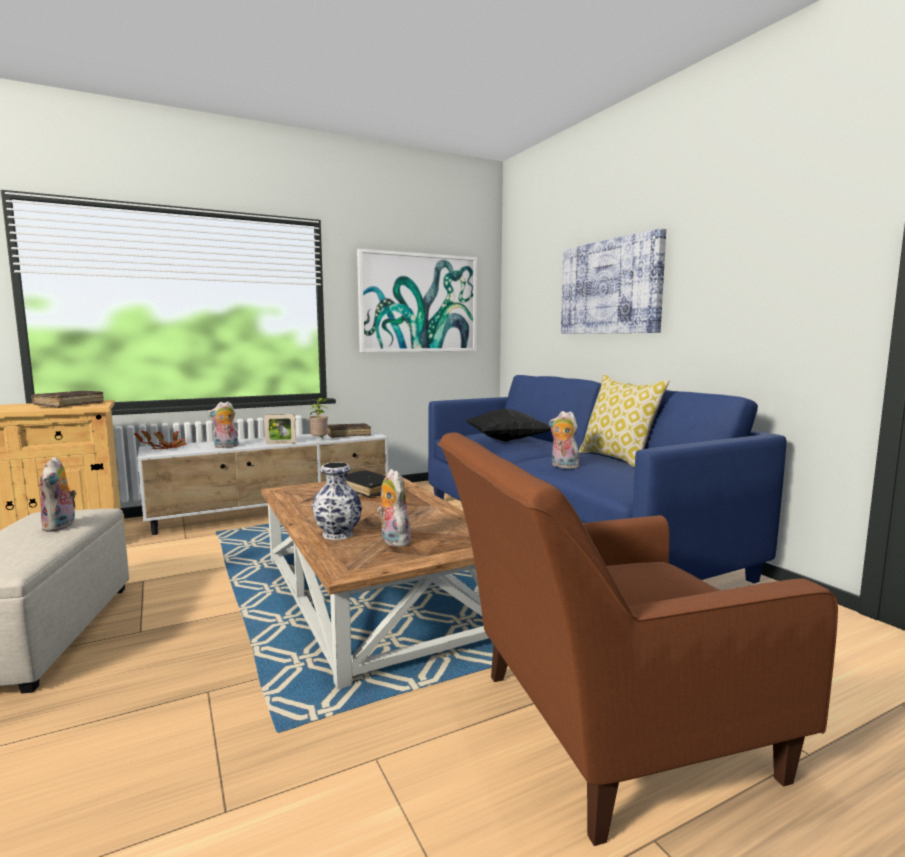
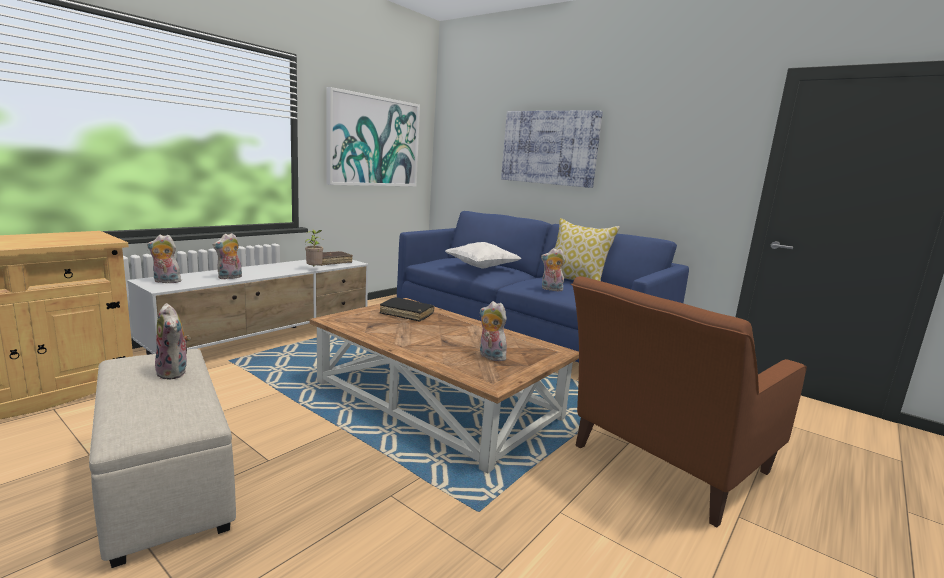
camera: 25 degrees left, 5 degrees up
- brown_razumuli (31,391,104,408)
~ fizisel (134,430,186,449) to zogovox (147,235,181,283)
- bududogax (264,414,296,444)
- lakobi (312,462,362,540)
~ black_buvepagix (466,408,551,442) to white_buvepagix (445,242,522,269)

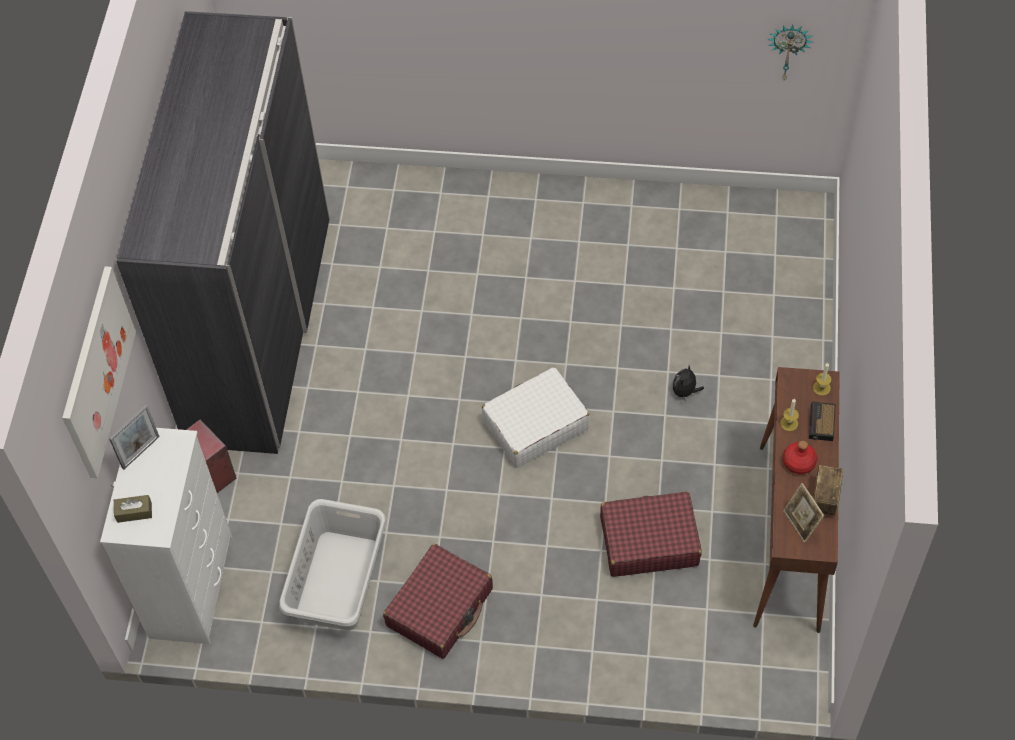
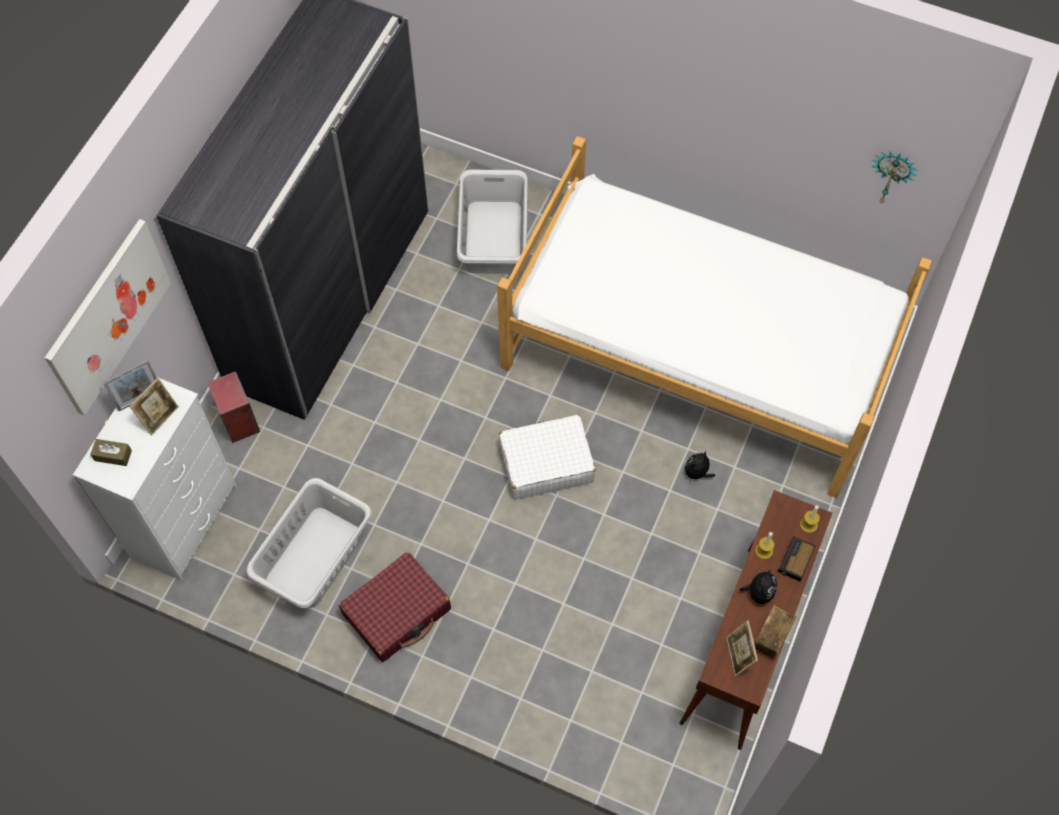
camera: 15 degrees right, 5 degrees up
- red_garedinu (600,491,702,577)
~ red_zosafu (783,441,817,474) to zogovox (740,569,777,604)
+ bududogax (129,378,179,435)
+ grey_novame (457,170,528,274)
+ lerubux (497,136,932,498)

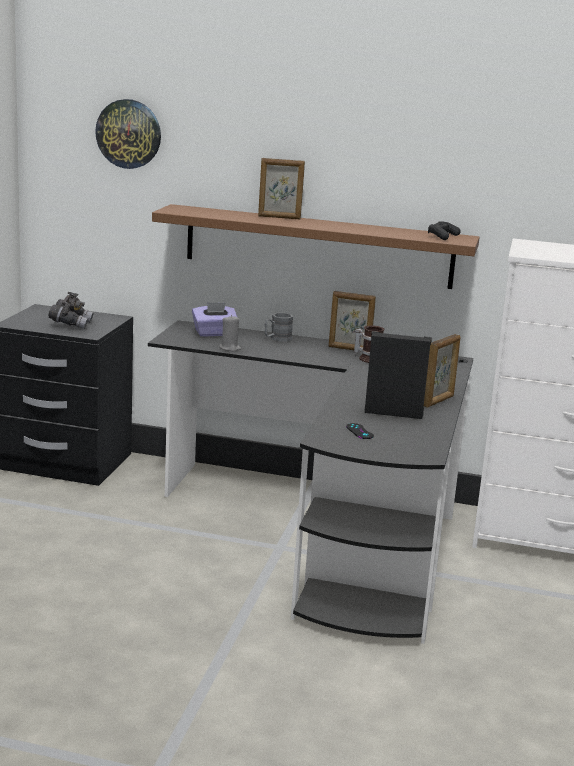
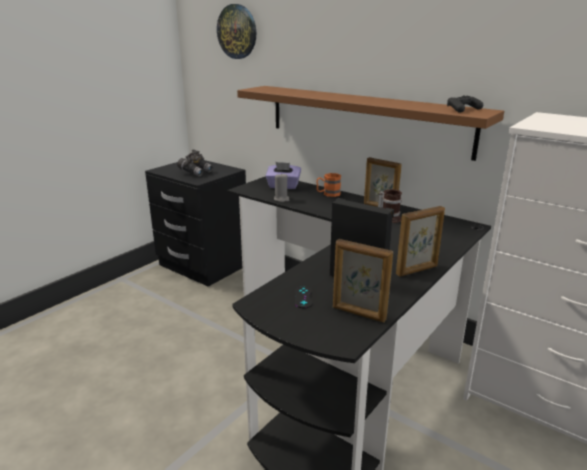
camera: 25 degrees right, 5 degrees up
~ bududogax (258,158,305,219) to (333,239,393,323)
~ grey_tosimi (265,313,293,341) to orange_tosimi (316,173,341,197)

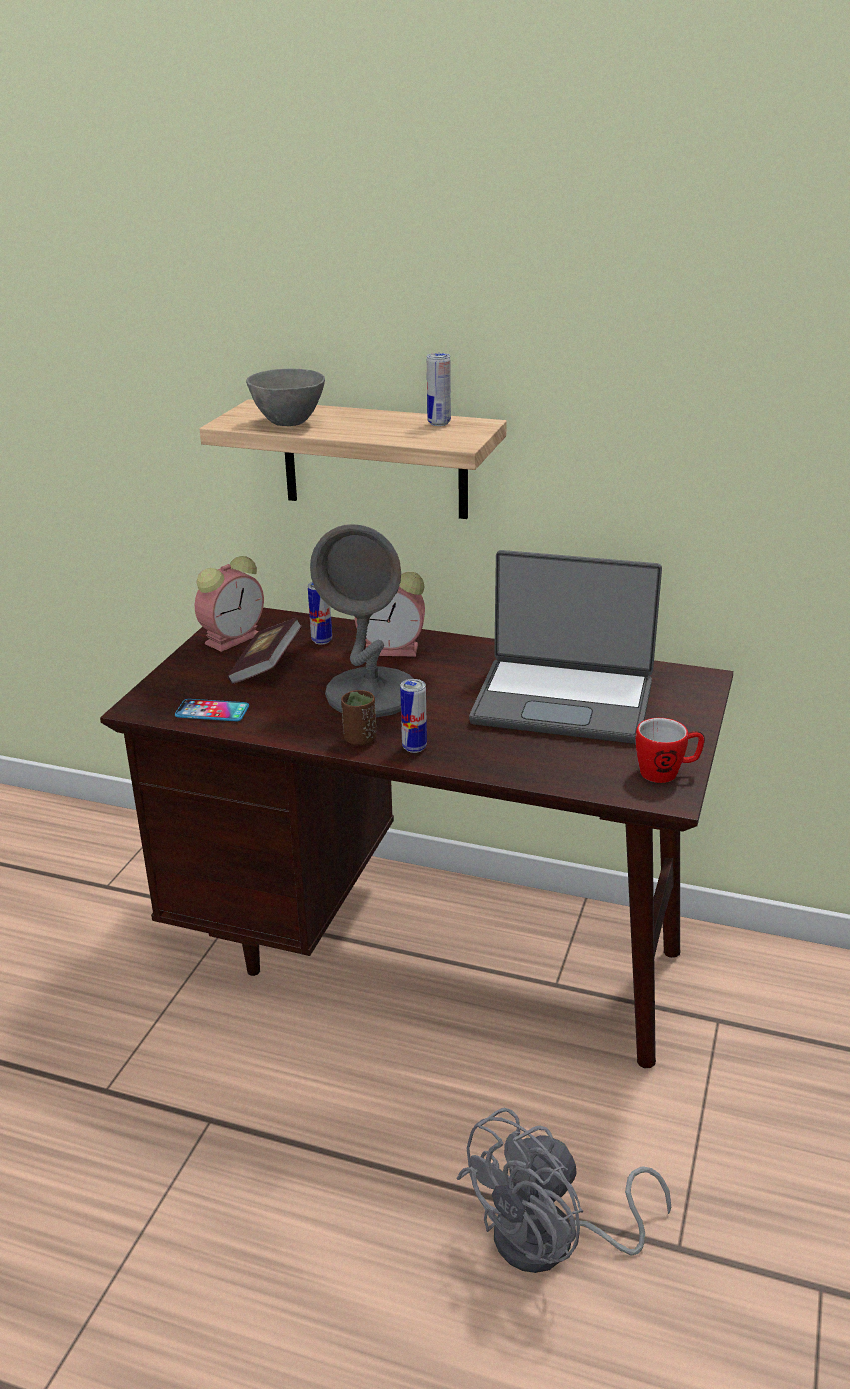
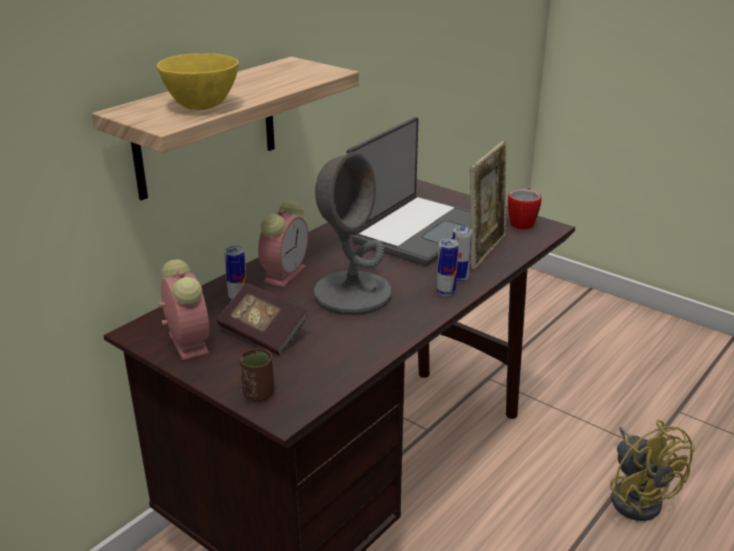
camera: 70 degrees left, 0 degrees up
- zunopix (175,699,249,721)
~ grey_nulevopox (246,369,325,426) to yellow_nulevopox (157,53,239,110)
~ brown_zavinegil (341,690,377,746) to (240,348,274,402)
~ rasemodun (427,353,451,426) to (453,226,472,283)
~ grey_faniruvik (456,1108,671,1273) to yellow_faniruvik (610,420,695,521)
+ bududogax (470,140,507,270)

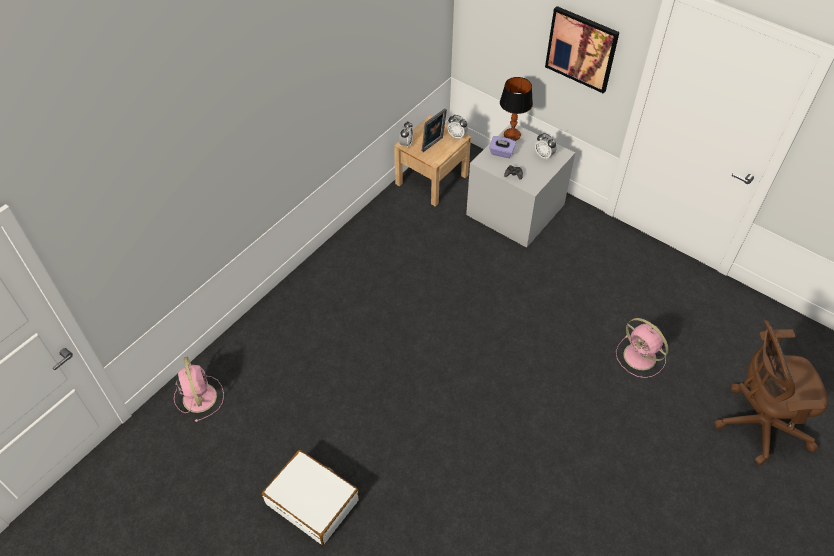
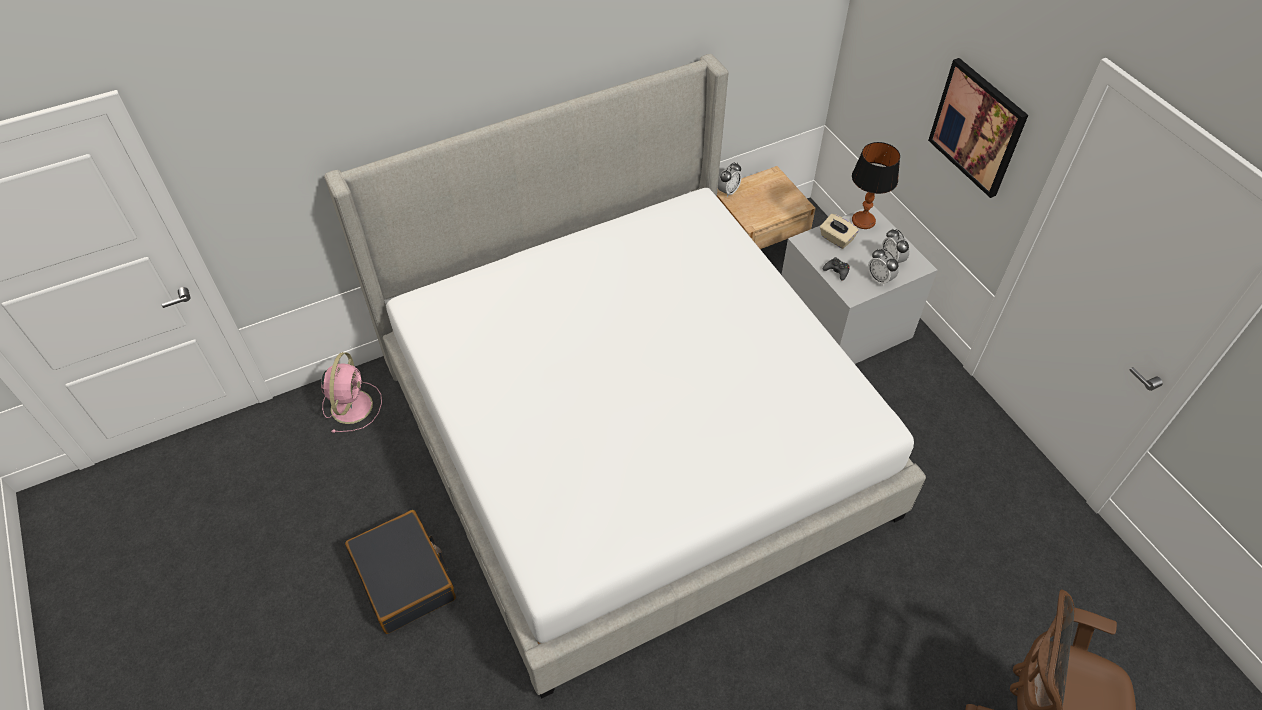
camera: 25 degrees right, 0 degrees up
~ white_garedinu (262,450,359,545) to black_garedinu (345,510,456,634)
- bududogax (422,109,447,152)
~ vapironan (447,115,468,139) to (868,249,899,286)
~ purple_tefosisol (489,136,516,158) to beige_tefosisol (820,214,859,249)
- pink_faniruvik (616,318,668,378)
+ lerubux (324,54,926,699)

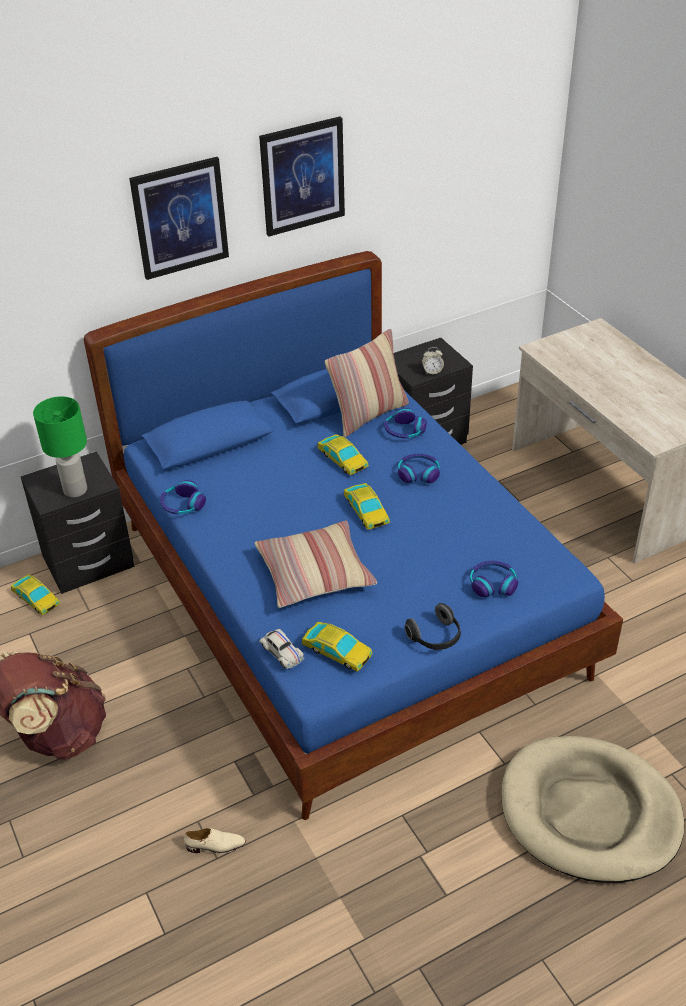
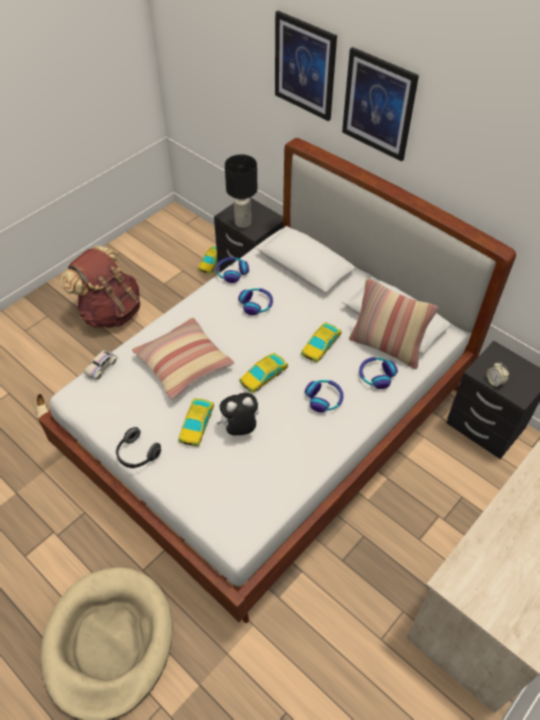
camera: 70 degrees right, 10 degrees up
~ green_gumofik (33,396,87,498) to black_gumofik (225,154,257,228)
~ blue_lerubux (84,251,623,820) to white_lerubux (38,138,516,623)
~ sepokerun (259,117,345,237) to (275,11,337,121)
~ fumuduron (302,622,373,672) to (178,398,214,447)
~ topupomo (470,561,518,597) to (238,288,273,315)
+ zogovox (216,393,259,435)

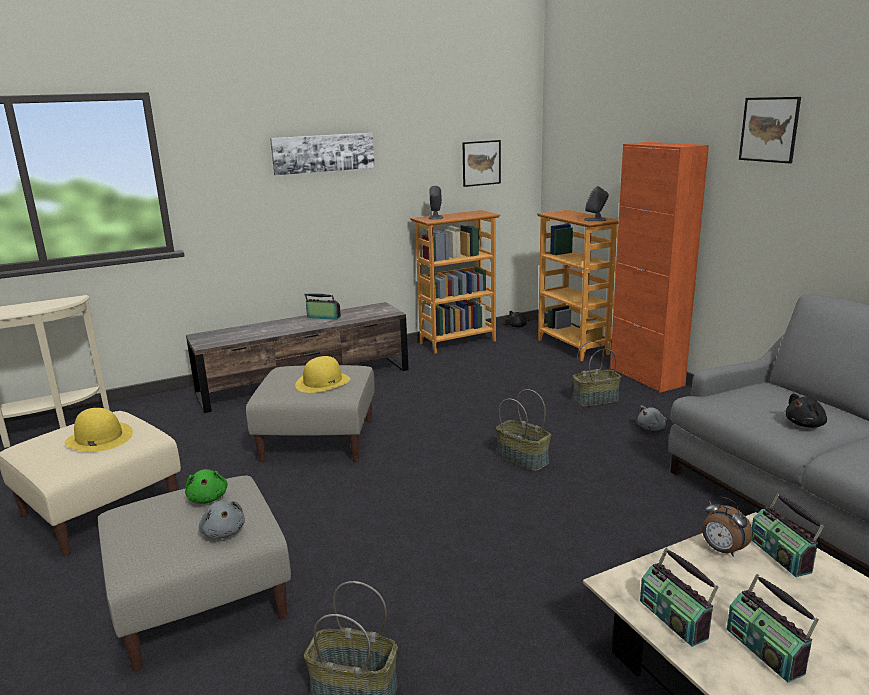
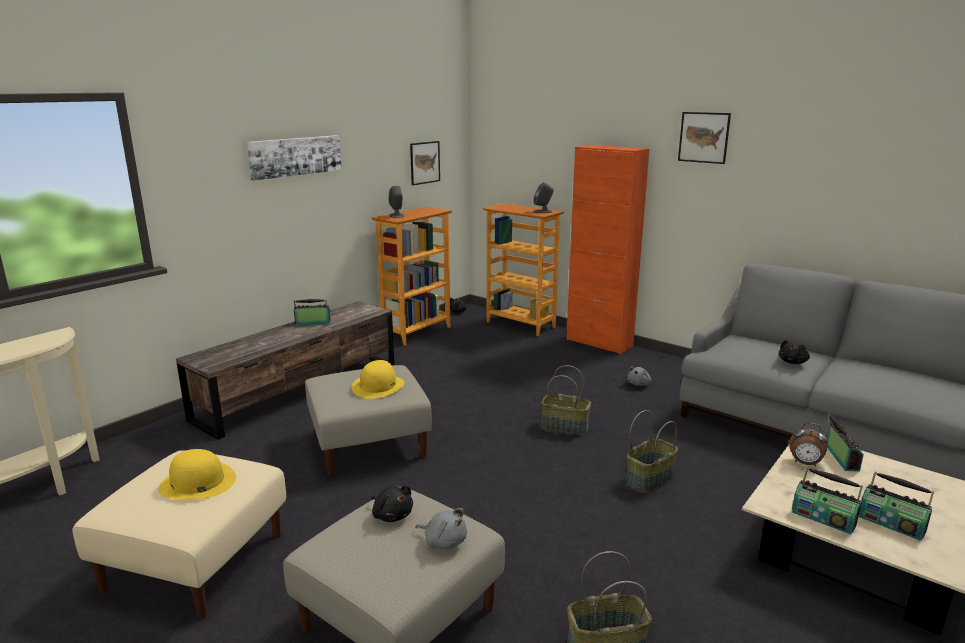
camera: 25 degrees left, 0 degrees up
~ green_zogovox (185,469,228,504) to black_zogovox (372,486,413,522)
~ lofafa (573,341,621,407) to (626,410,678,493)
~ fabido (752,493,824,577) = (827,414,864,472) 135 degrees counterclockwise

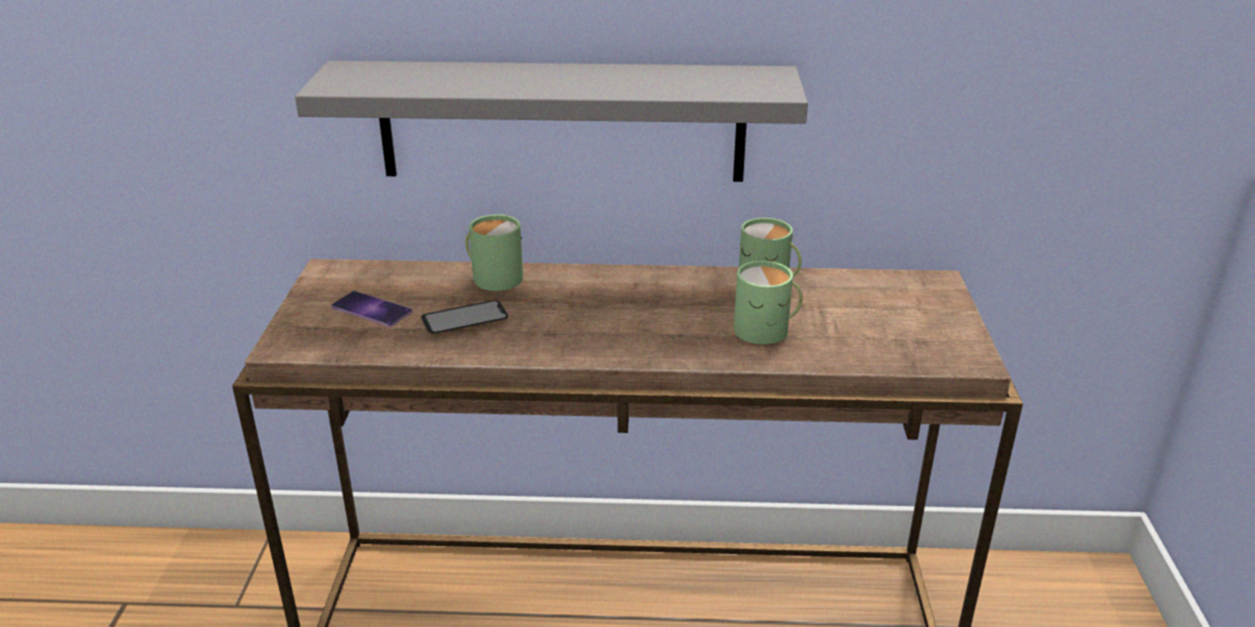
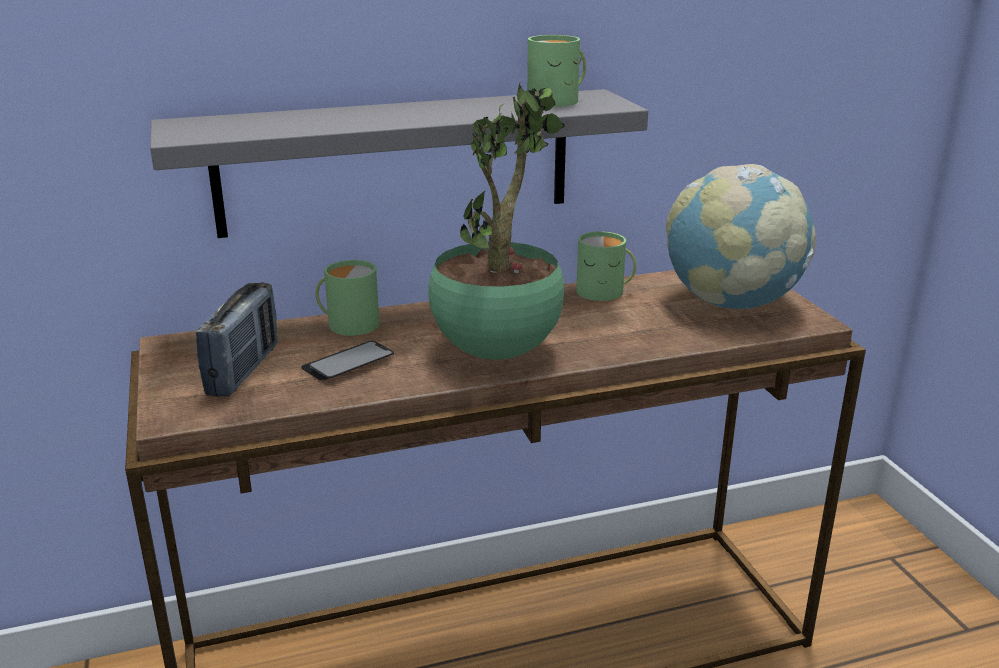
camera: 20 degrees left, 5 degrees down
~ zunopix (331,291,412,327) to fabido (196,283,278,396)
~ green_tosimi (734,261,803,344) to (527,35,586,107)
+ fizisel (428,84,565,360)
+ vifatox (666,164,816,309)

